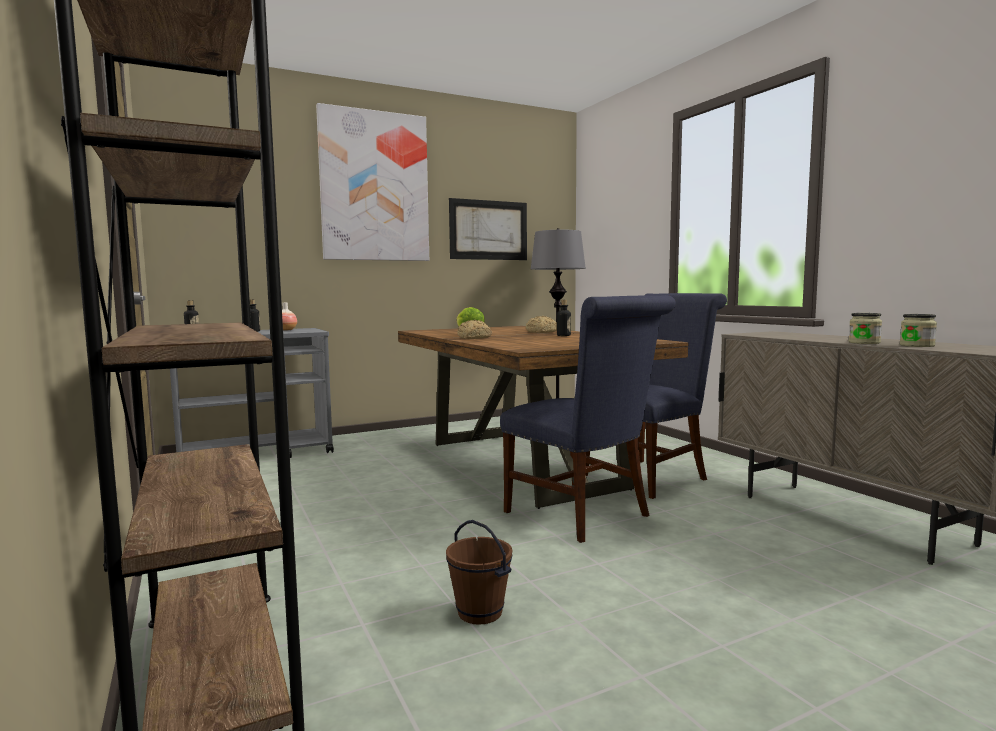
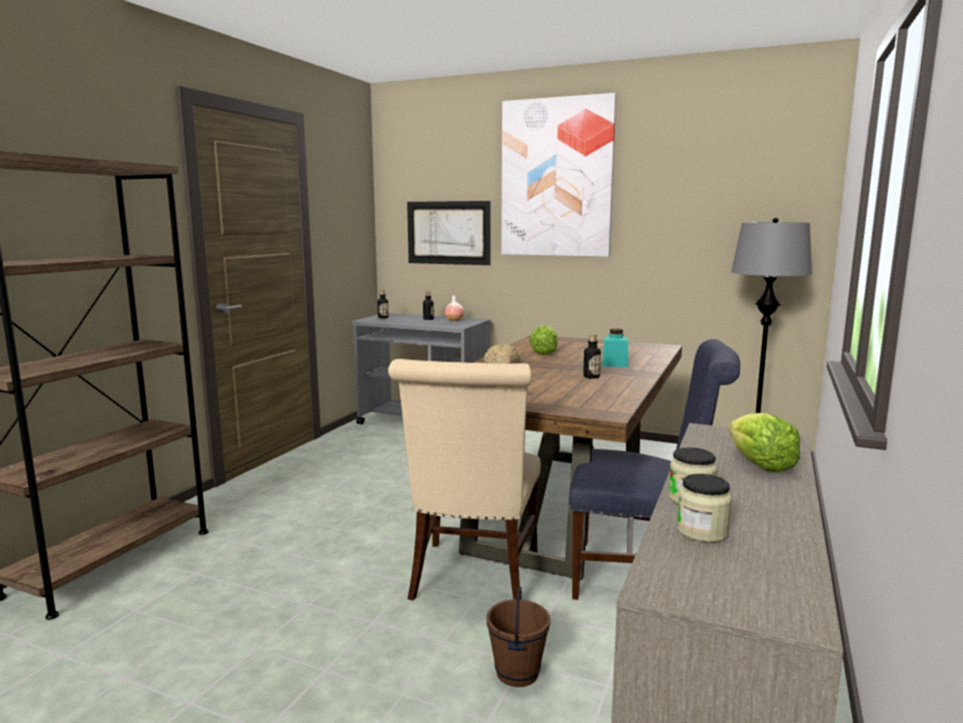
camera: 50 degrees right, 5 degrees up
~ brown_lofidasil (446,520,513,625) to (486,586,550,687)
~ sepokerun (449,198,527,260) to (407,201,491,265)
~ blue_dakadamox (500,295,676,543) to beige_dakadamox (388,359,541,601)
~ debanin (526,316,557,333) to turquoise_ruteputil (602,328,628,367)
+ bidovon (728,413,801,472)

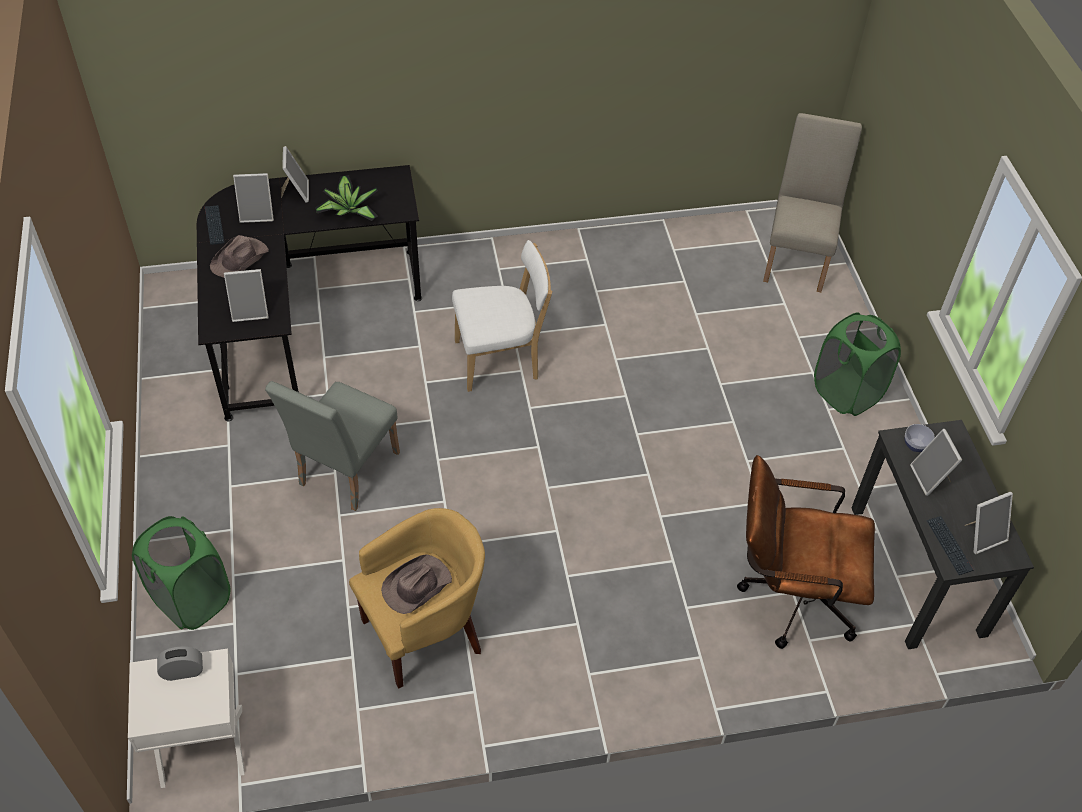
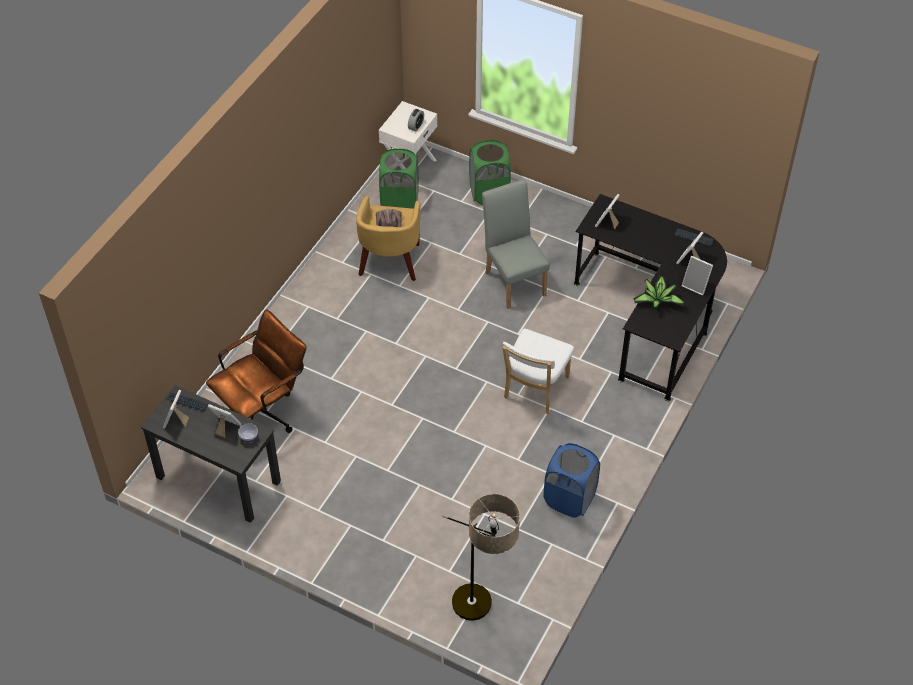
camera: 130 degrees right, 0 degrees up
- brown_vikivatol (210,235,269,278)
~ beige_dakadamox (763,113,862,292) to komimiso (442,494,520,621)
~ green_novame (814,312,901,416) to (379,148,419,209)
+ blue_novame (544,443,600,518)

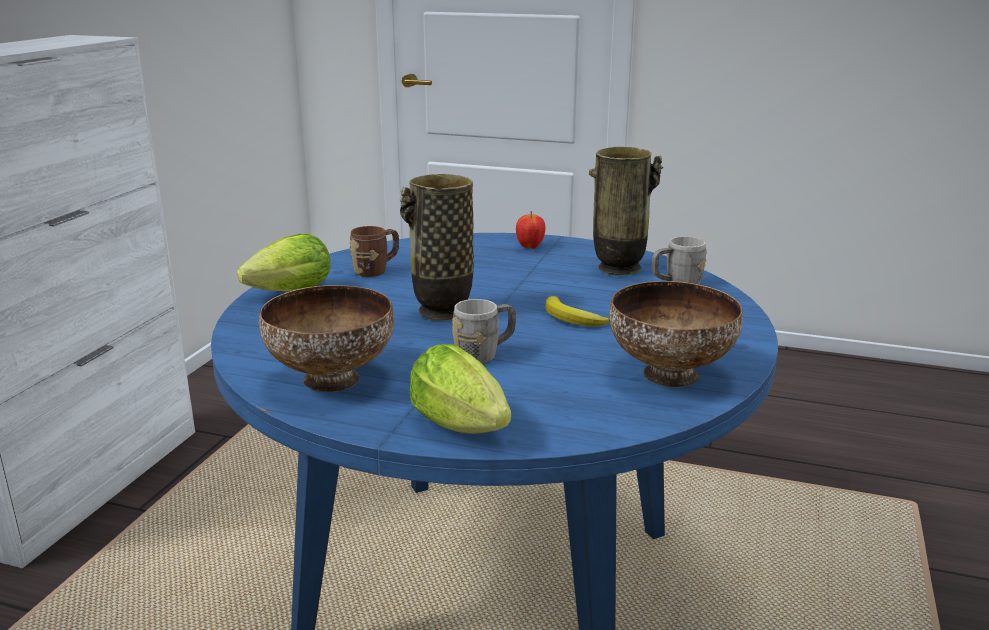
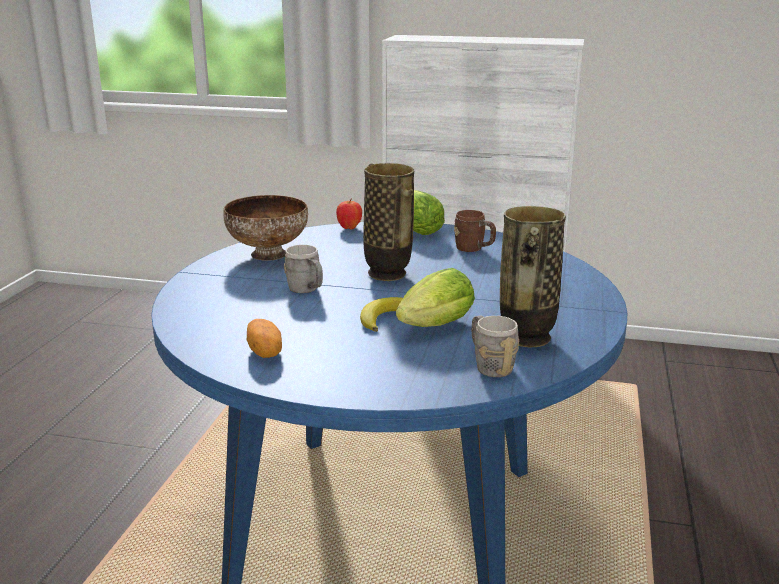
camera: 85 degrees right, 0 degrees up
~ bidovon (410,344,511,434) to (396,268,475,327)
~ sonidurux (516,211,545,249) to (336,199,362,230)
~ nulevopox (609,281,743,388) to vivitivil (247,319,282,358)

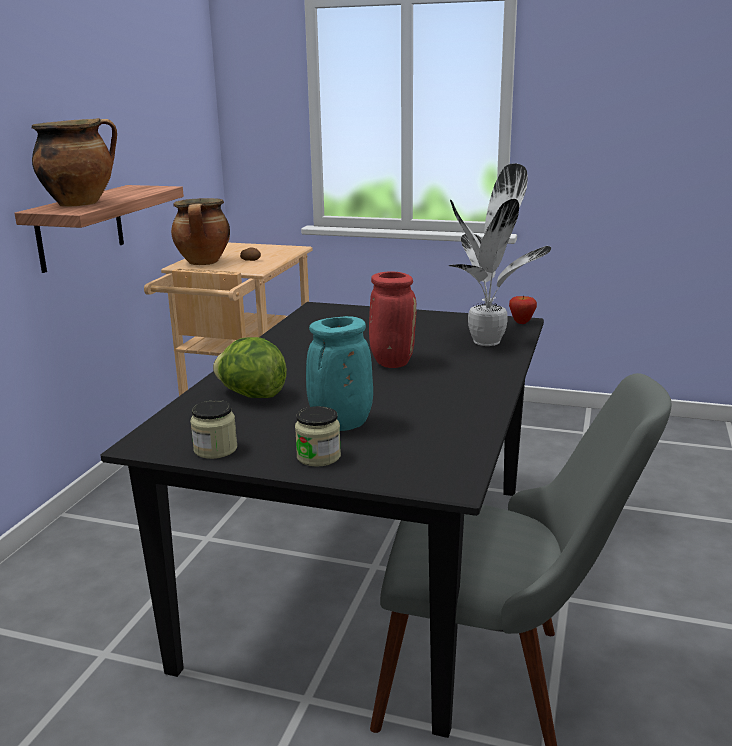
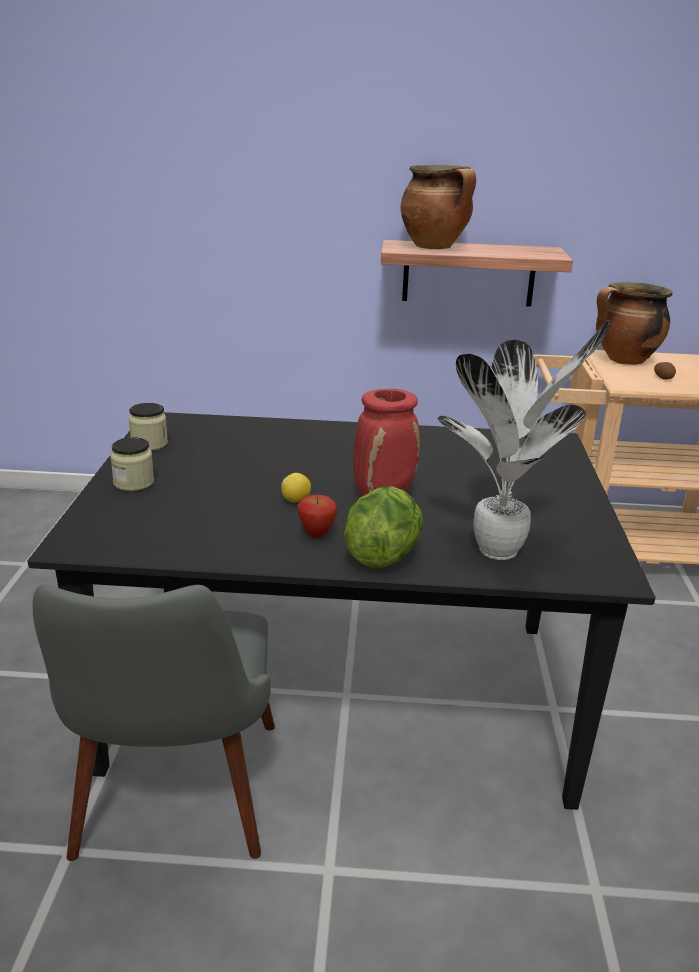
camera: 75 degrees right, 5 degrees up
~ bidovon (213,337,287,398) to (344,486,424,568)
- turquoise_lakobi (306,316,373,431)
~ sonidurux (509,295,537,324) to (298,494,337,538)
+ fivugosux (281,473,311,503)

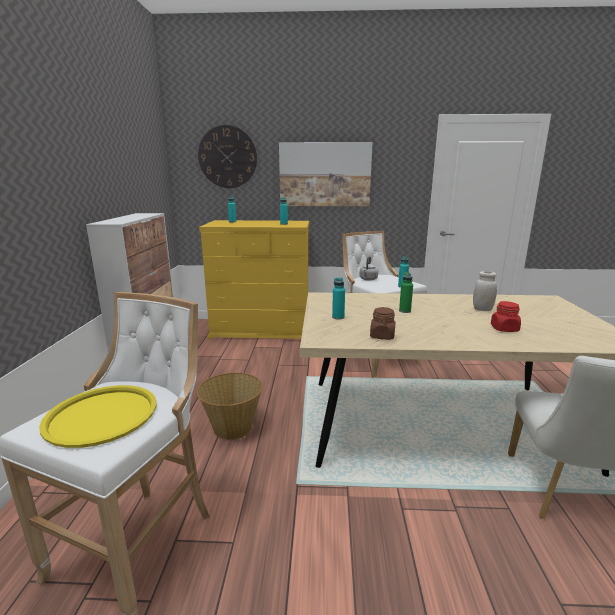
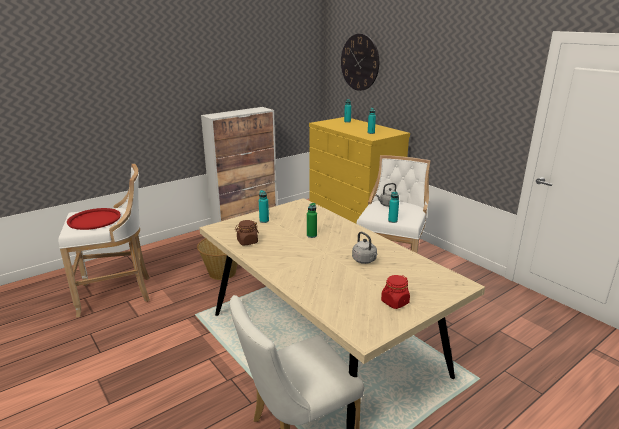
camera: 50 degrees right, 5 degrees up
~ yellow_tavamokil (39,385,156,448) to red_tavamokil (67,208,121,230)
- sepokerun (279,142,373,206)
~ white_ruteputil (473,271,497,311) to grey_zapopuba (352,232,377,264)
~ red_ruteputil (491,301,521,332) to (381,275,410,309)

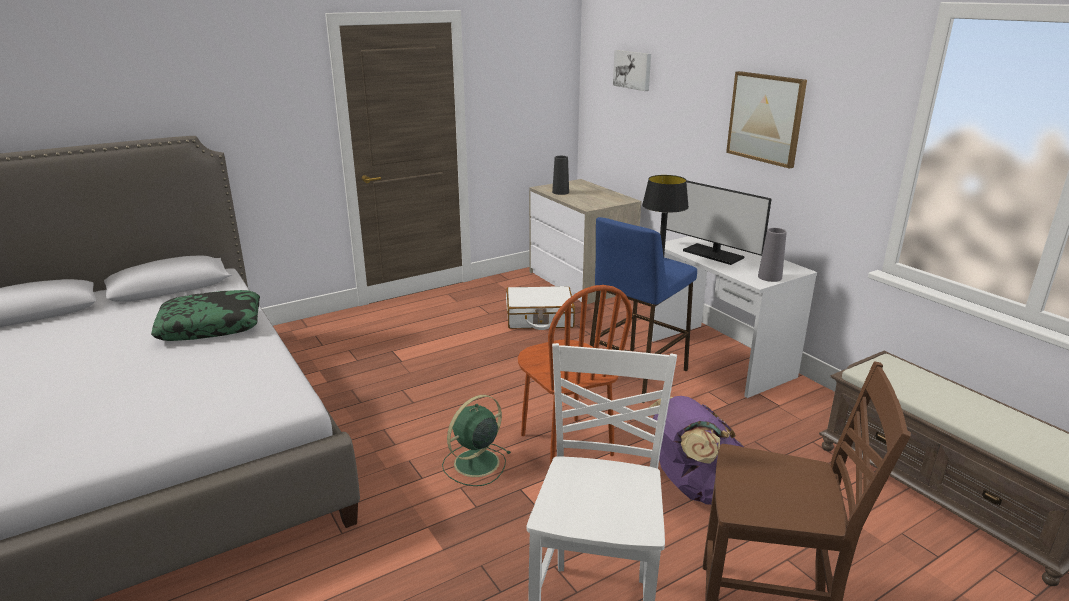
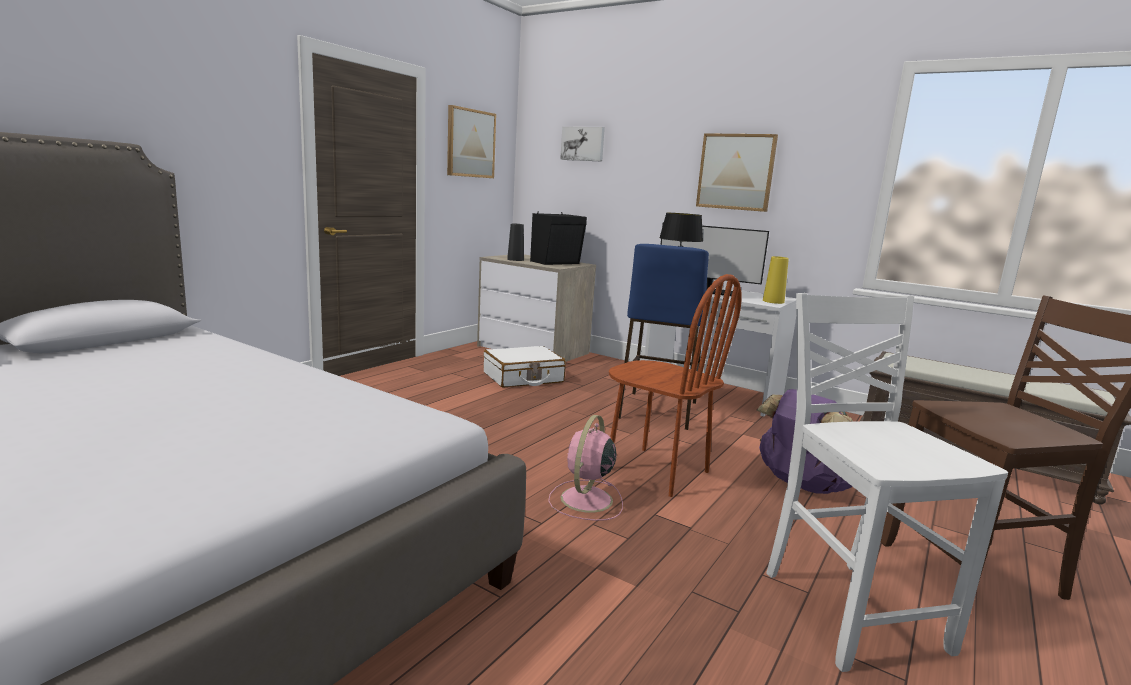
camera: 25 degrees left, 10 degrees down
- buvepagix (151,290,260,341)
~ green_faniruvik (442,395,511,486) to pink_faniruvik (548,415,623,521)
~ grey_lakobi (758,228,786,282) to yellow_lakobi (763,256,789,304)
+ sepokerun (447,105,496,178)
+ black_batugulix (530,211,587,265)

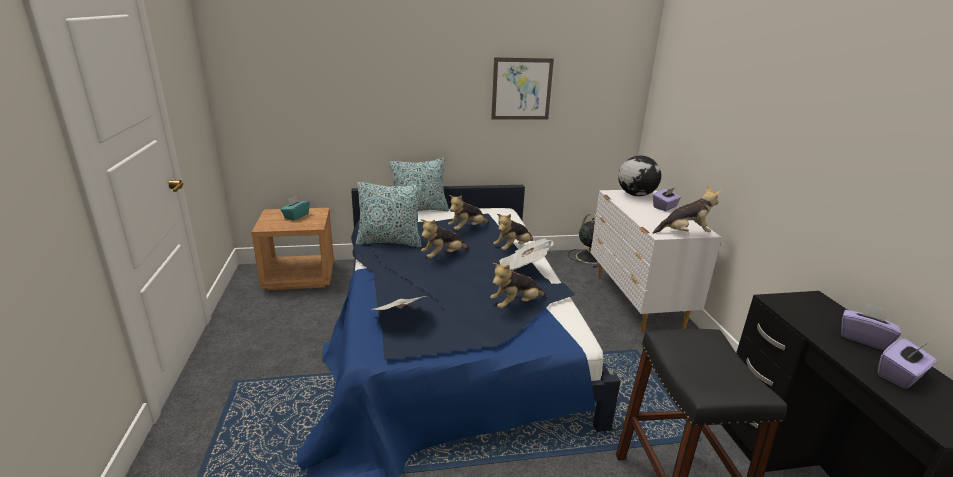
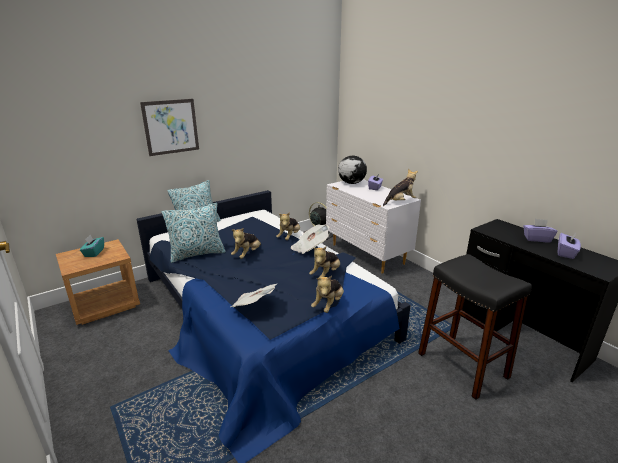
camera: 25 degrees left, 0 degrees up
~ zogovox (448,195,489,230) to (311,275,344,313)
~ sepokerun (491,57,554,119) to (140,99,199,156)

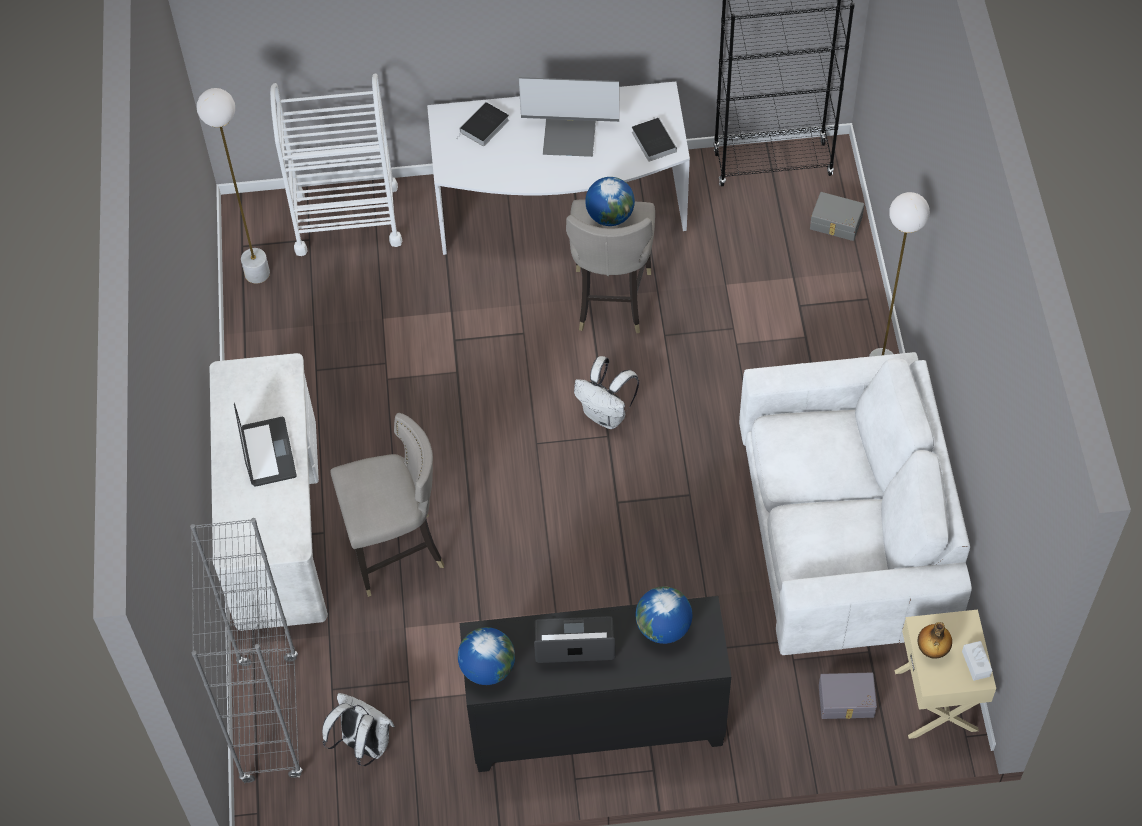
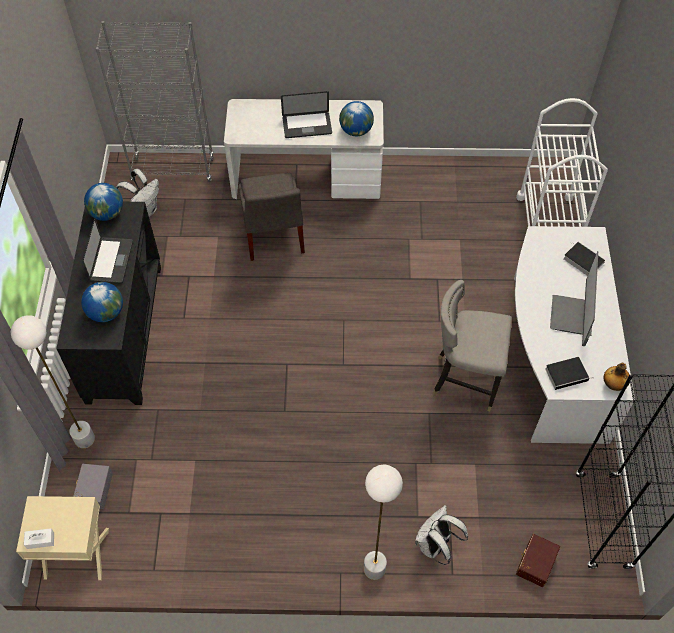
camera: 95 degrees right, 0 degrees up
~ white_komimiso (197,88,270,284) to (11,315,95,448)
~ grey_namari (330,413,444,597) to grey_dakadamox (239,173,305,261)
~ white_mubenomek (574,356,639,429) to (415,505,468,565)
~ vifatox (585,177,635,226) to (339,101,374,136)
- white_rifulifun (739,352,972,655)
~ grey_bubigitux (810,192,865,241) to brown_bubigitux (516,534,560,587)
~ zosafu (918,622,952,659) to (604,363,629,391)

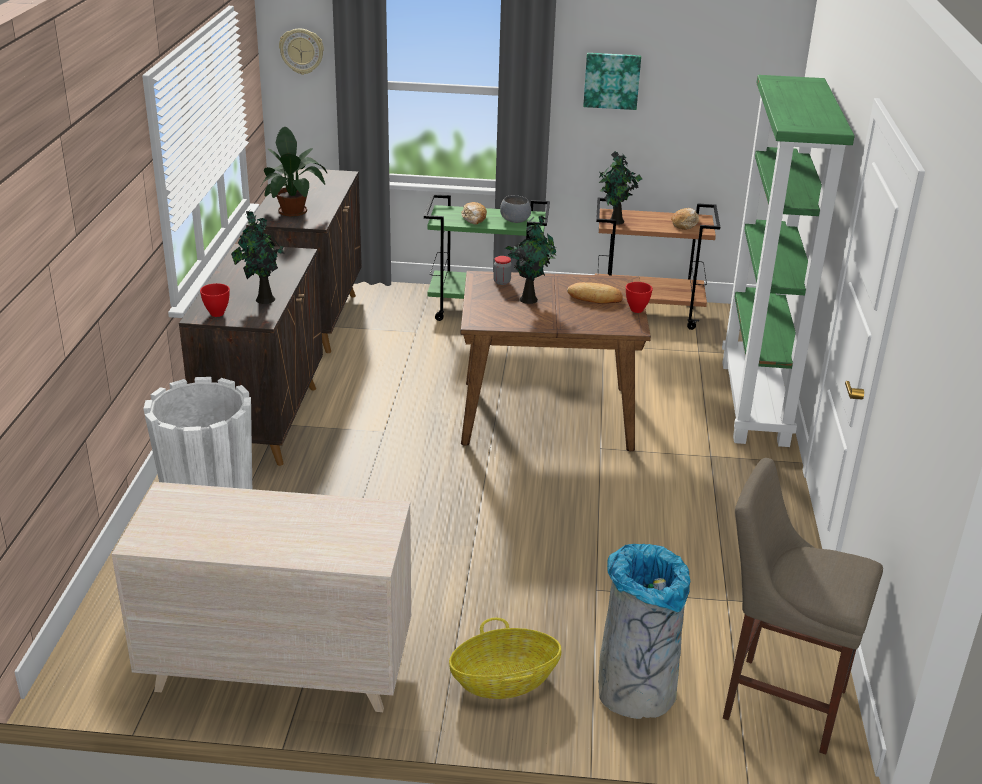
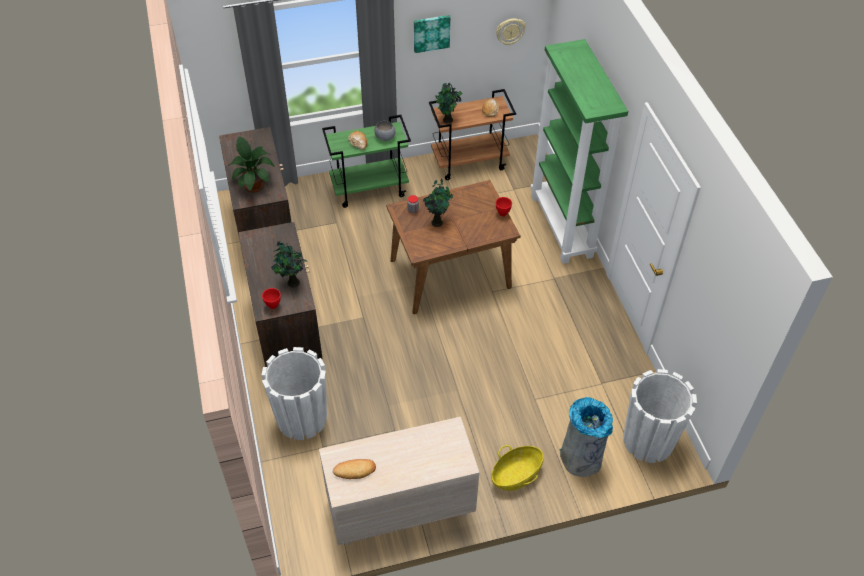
camera: 20 degrees left, 20 degrees up
~ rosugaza (279,28,324,75) to (496,18,526,45)
~ debanin (567,282,623,304) to (333,459,376,479)
~ beige_namari (723,458,883,755) to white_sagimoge (623,369,697,463)

